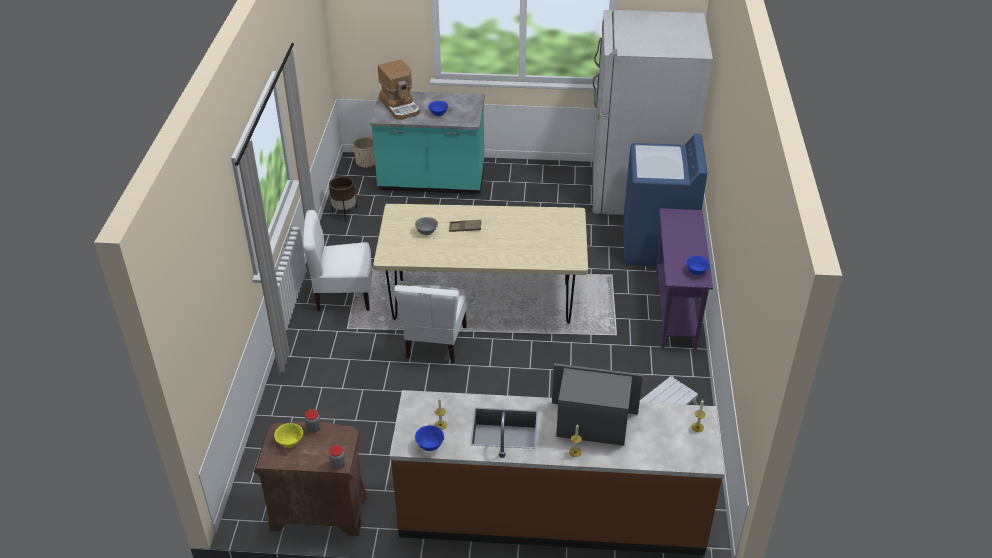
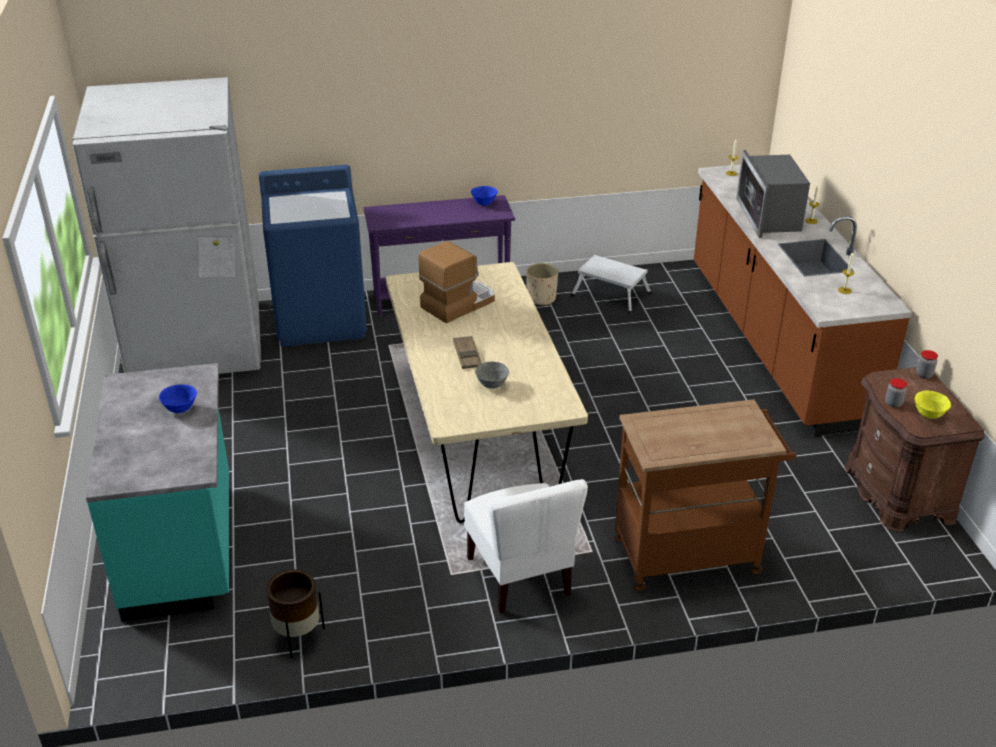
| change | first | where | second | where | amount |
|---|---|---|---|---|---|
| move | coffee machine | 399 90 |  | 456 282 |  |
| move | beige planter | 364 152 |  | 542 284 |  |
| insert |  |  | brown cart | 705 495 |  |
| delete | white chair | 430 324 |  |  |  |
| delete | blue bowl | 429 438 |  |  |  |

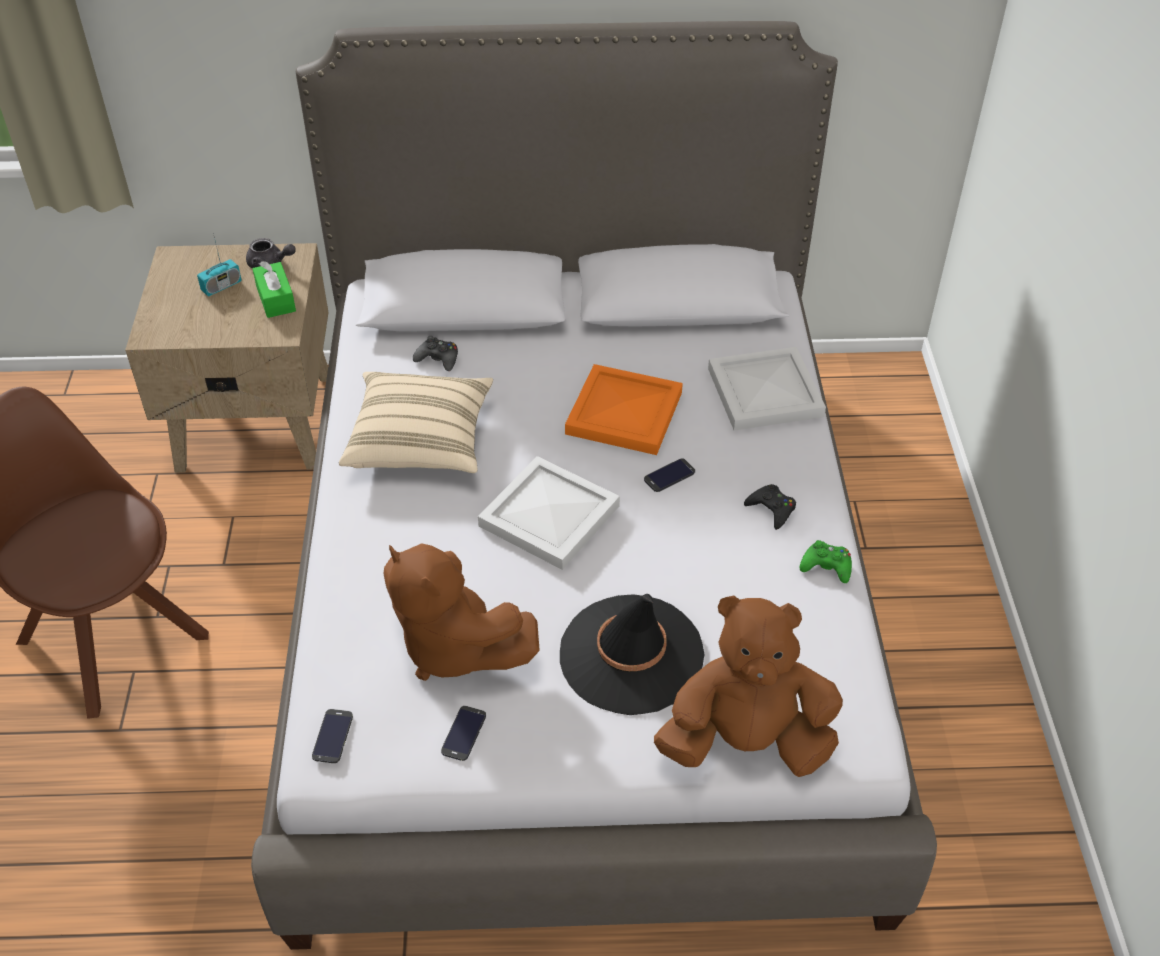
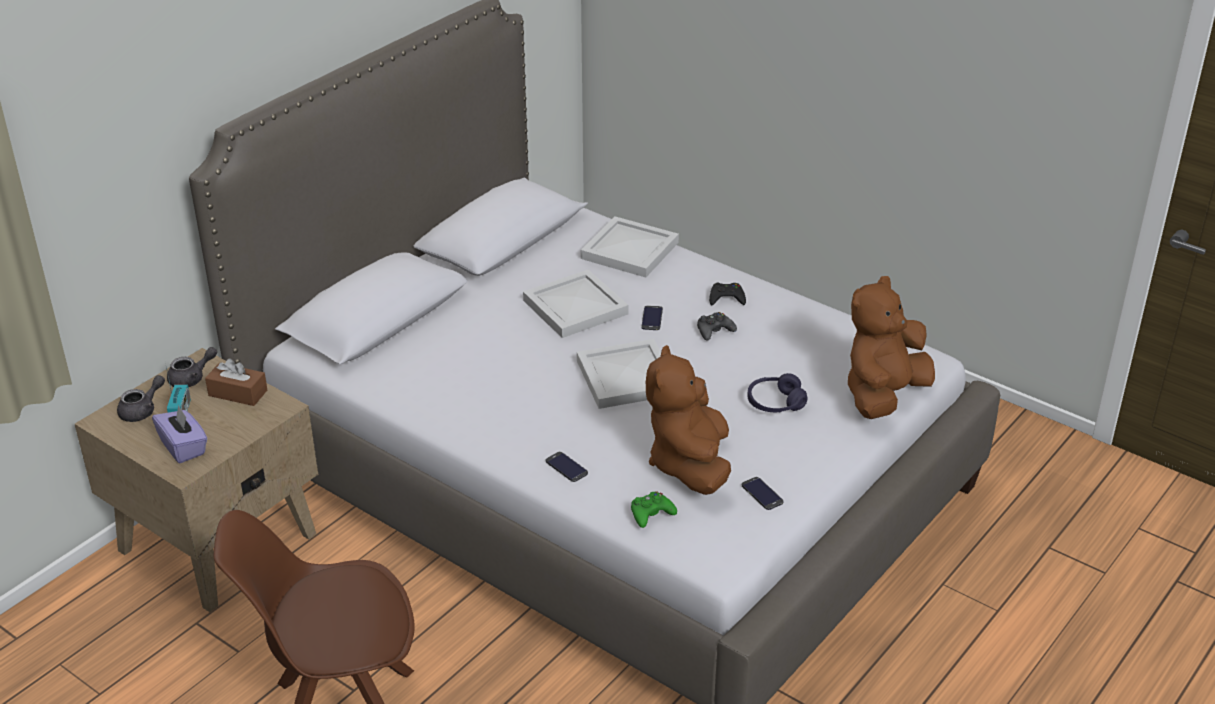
| change | first | where | second | where | amount |
|---|---|---|---|---|---|
| insert |  |  | grey teapot | 141 398 |  |
| insert |  |  | purple tissue box | 179 434 |  |
| recolor | green tissue box | 274 289 | brown tissue box | 236 382 |  |
| recolor | orange tray | 624 409 | white tray | 575 304 |  |
| move | phone | 332 736 |  | 567 467 |  |
| move | green game controller | 826 561 |  | 654 509 |  |
| rotate | brown plush toy | 462 612 |  | 688 420 | 105 degrees clockwise |
| move | black game controller | 435 353 |  | 717 326 |  |
| replace | black hat | 632 654 | purple headphones | 778 393 |  |
| delete | beige pillow | 416 422 |  |  |  |

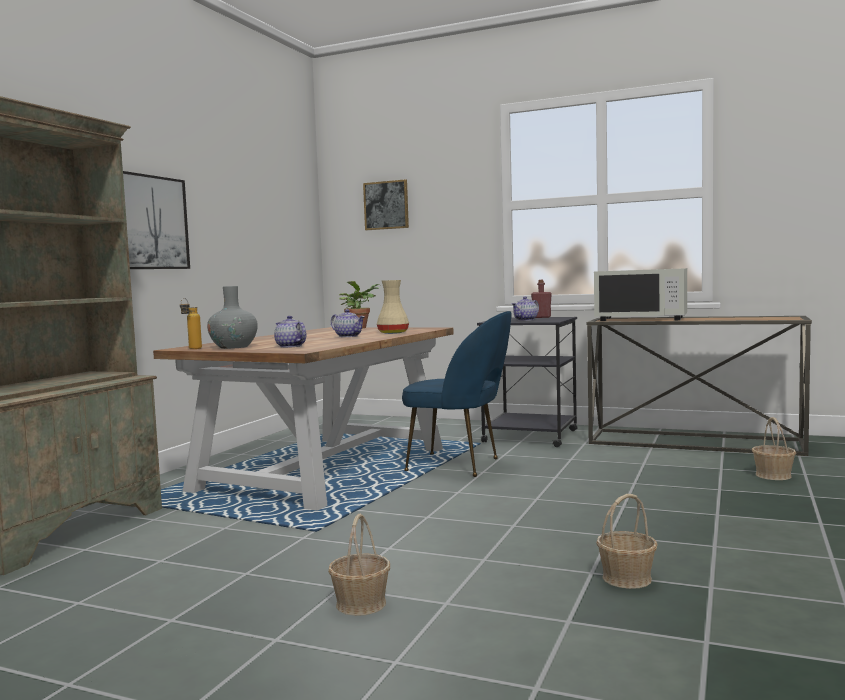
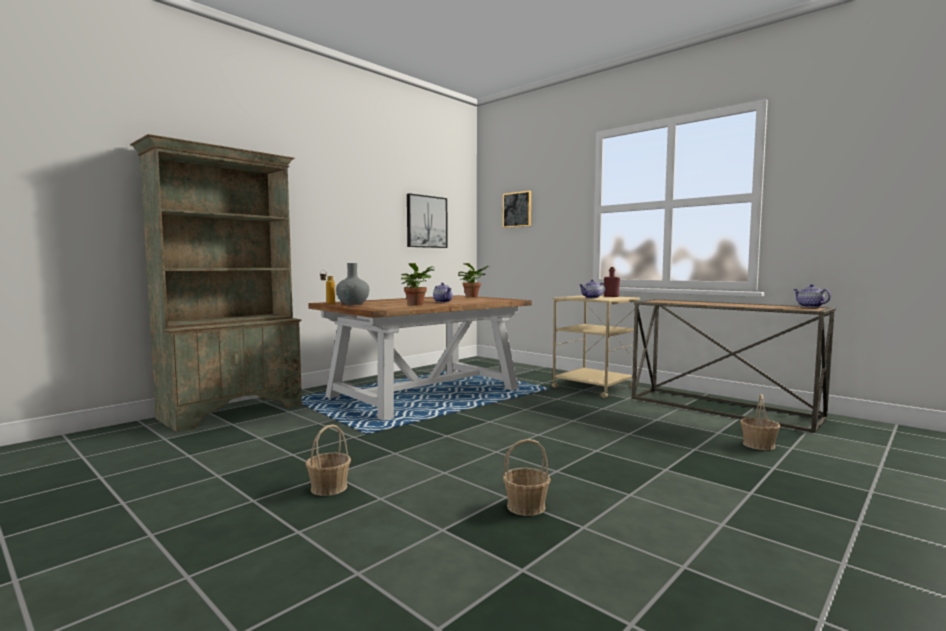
| change | first | where | second | where | amount |
|---|---|---|---|---|---|
| insert |  |  | potted plant | 418 284 |  |
| move | picture | 156 220 |  | 427 220 |  |
| recolor | black cart | 527 382 | beige cart | 596 346 |  |
| move | teapot | 290 332 |  | 812 295 |  |
| delete | beige vase | 393 307 |  |  |  |
| delete | blue chair | 457 394 |  |  |  |
| delete | white microwave | 640 294 |  |  |  |

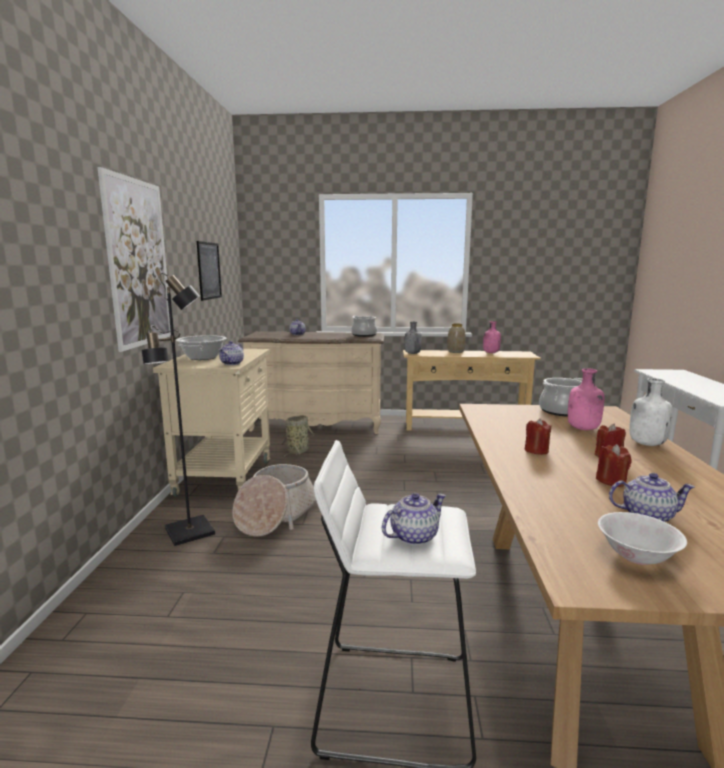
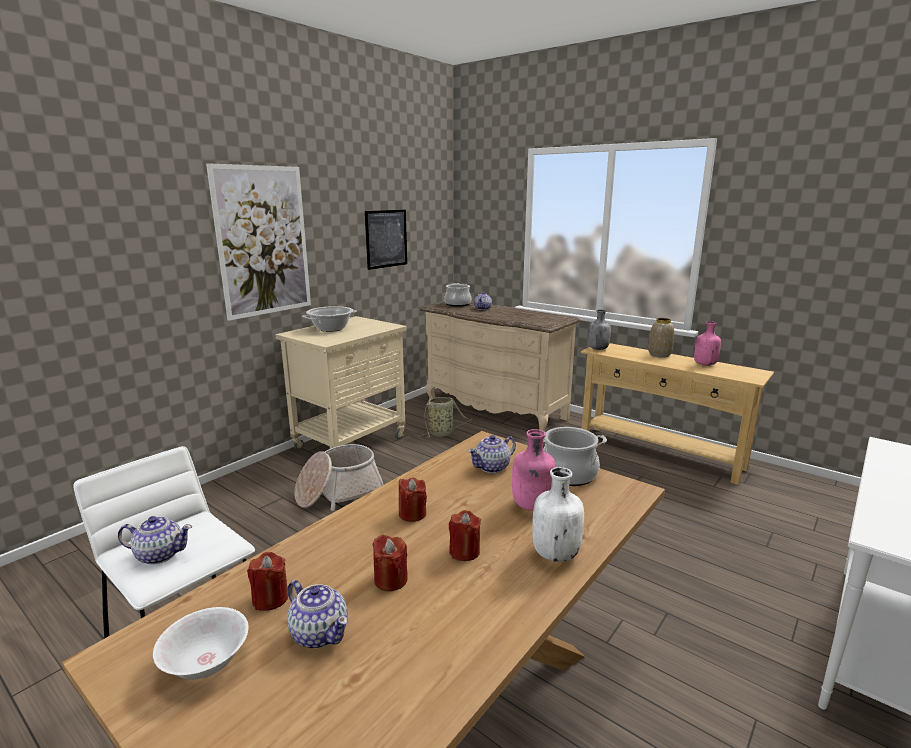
| change | first | where | second | where | amount |
|---|---|---|---|---|---|
| insert |  |  | red candle | 267 581 |  |
| move | cooking pot | 364 326 |  | 457 295 |  |
| move | teapot | 231 353 |  | 492 454 |  |
| delete | black floor lamp | 178 409 |  |  |  |

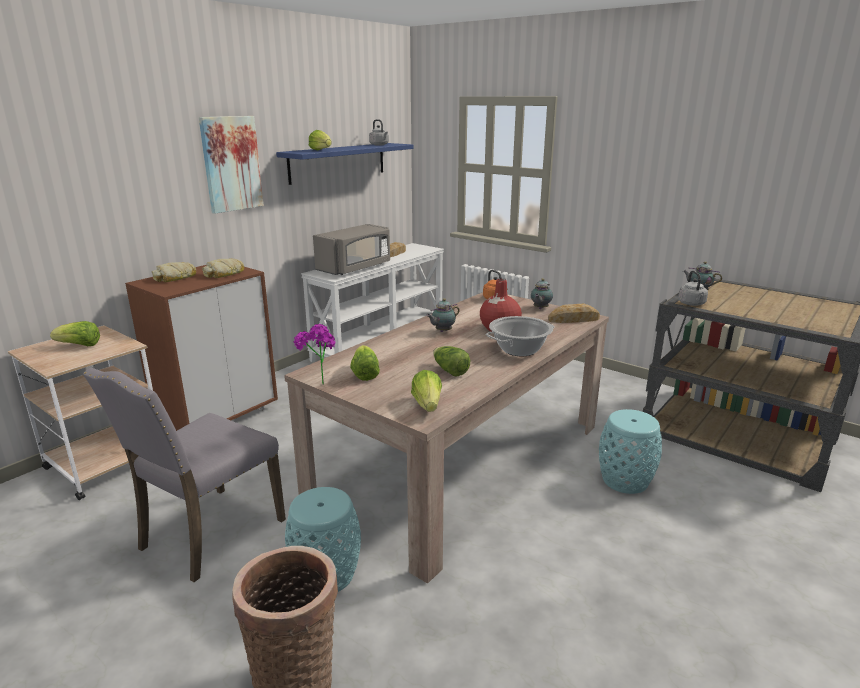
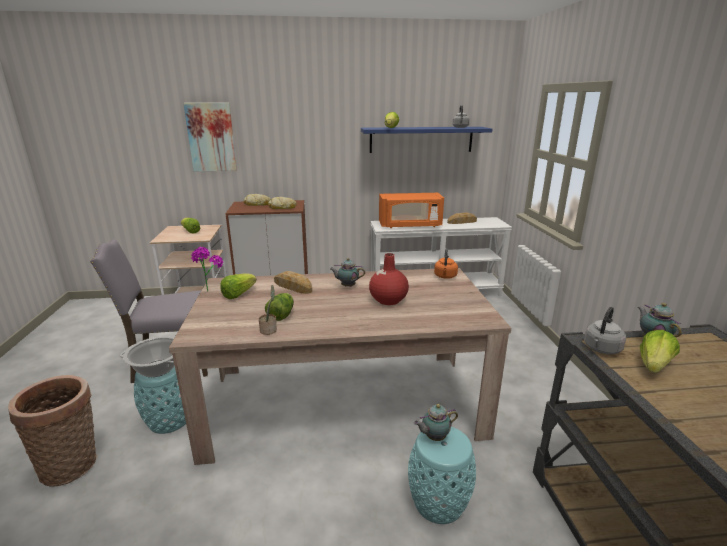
| change | first | where | second | where | amount |
|---|---|---|---|---|---|
| move | cooking pot | 520 336 |  | 147 356 |  |
| move | picture | 231 165 |  | 210 137 |  |
| insert |  |  | potted plant | 268 310 |  |
| move | bread | 574 313 |  | 293 282 |  |
| recolor | grey microwave | 351 249 | orange microwave | 411 210 |  |
| move | teapot | 542 293 |  | 436 422 |  |
| move | lettuce | 426 391 |  | 660 351 |  |

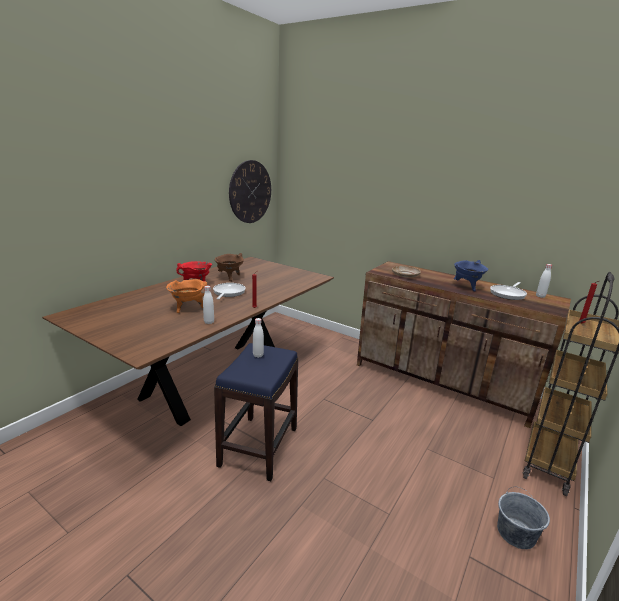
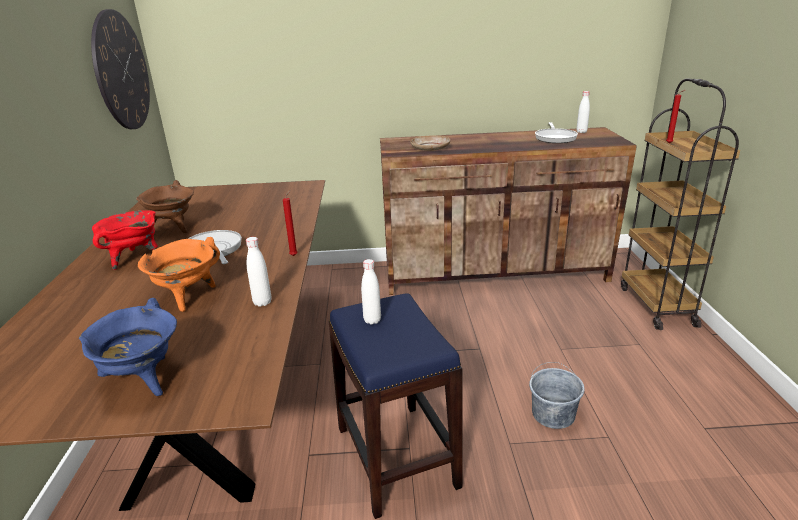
| change | first | where | second | where | amount |
|---|---|---|---|---|---|
| move | blue cooking pot | 471 275 |  | 128 347 |  |
| move | grey bucket | 523 518 |  | 557 395 |  |

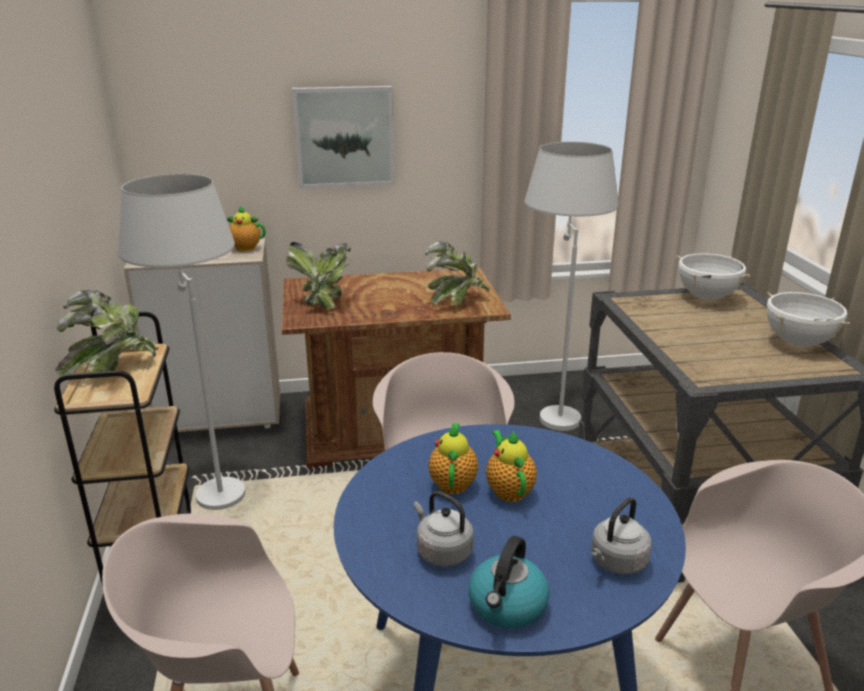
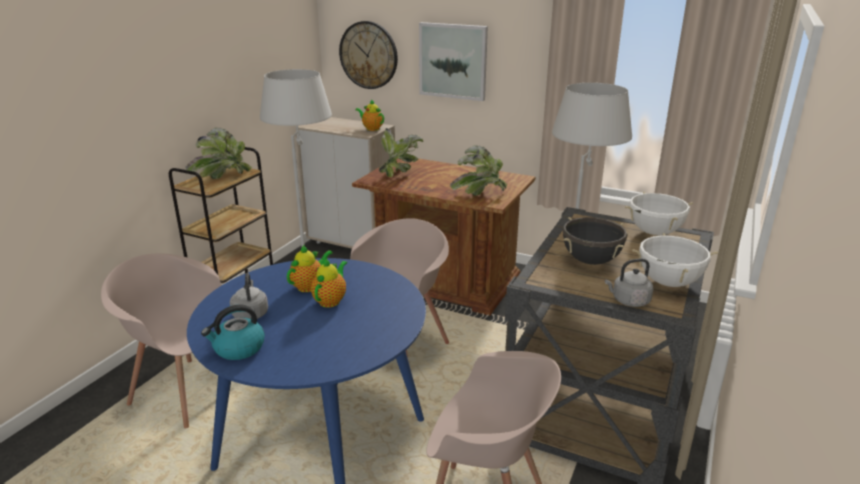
| change | first | where | second | where | amount |
|---|---|---|---|---|---|
| insert |  |  | wall clock | 368 55 |  |
| insert |  |  | black cooking pot | 595 241 |  |
| move | grey kettle | 621 535 |  | 629 283 |  |

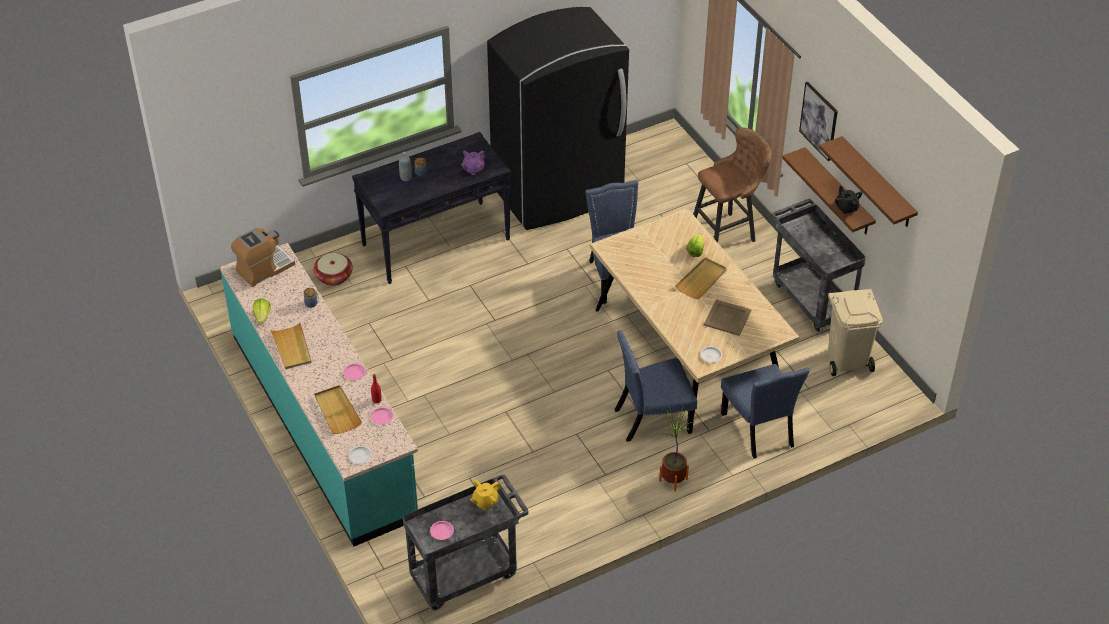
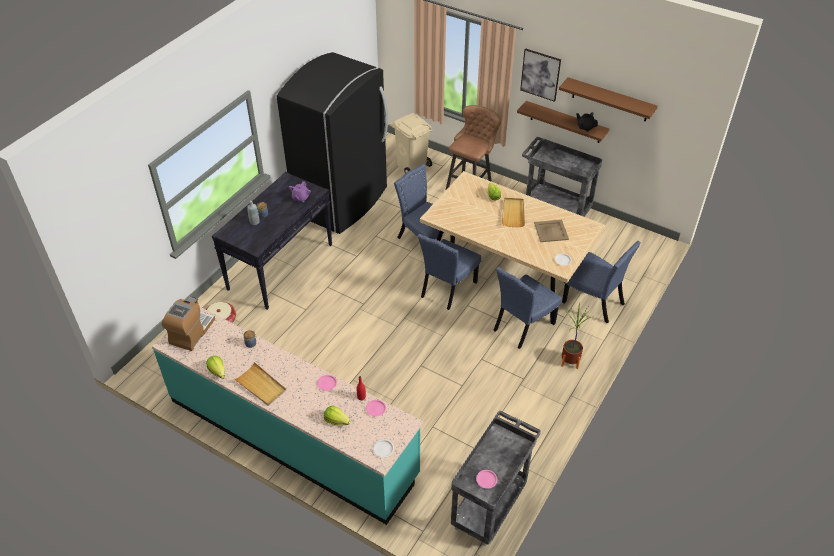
| change | first | where | second | where | amount |
|---|---|---|---|---|---|
| replace | beige tray | 338 409 | lettuce | 337 415 |  |
| move | beige trash can | 855 332 |  | 411 143 |  |
| insert |  |  | blue chair | 449 272 |  |
| delete | yellow teapot | 485 495 |  |  |  |

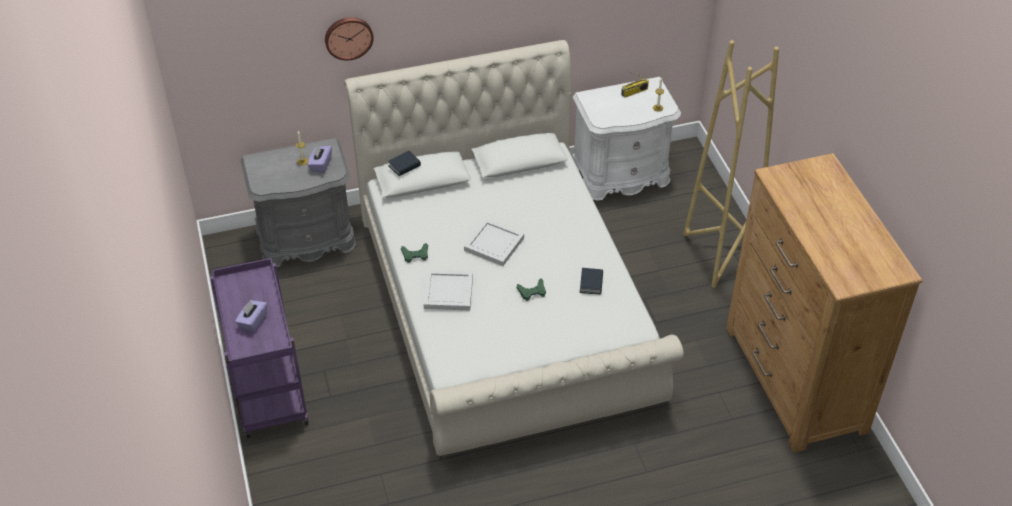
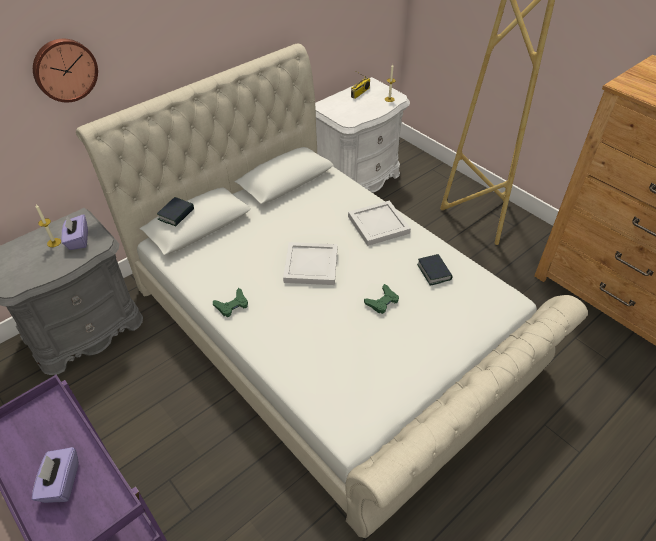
| change | first | where | second | where | amount |
|---|---|---|---|---|---|
| move | white tray | 448 290 |  | 379 223 |  |

